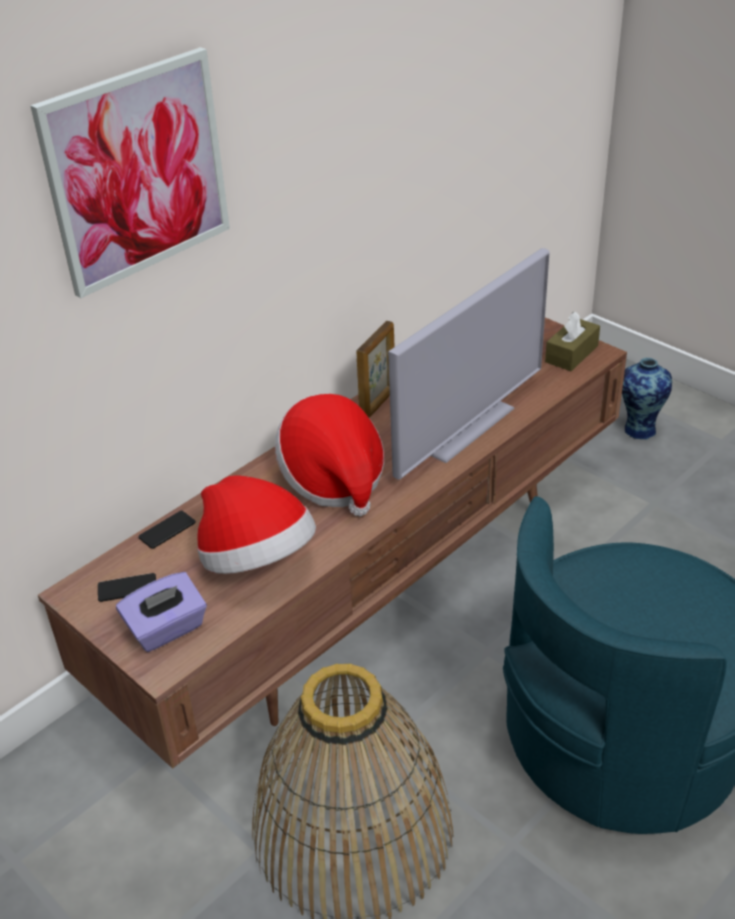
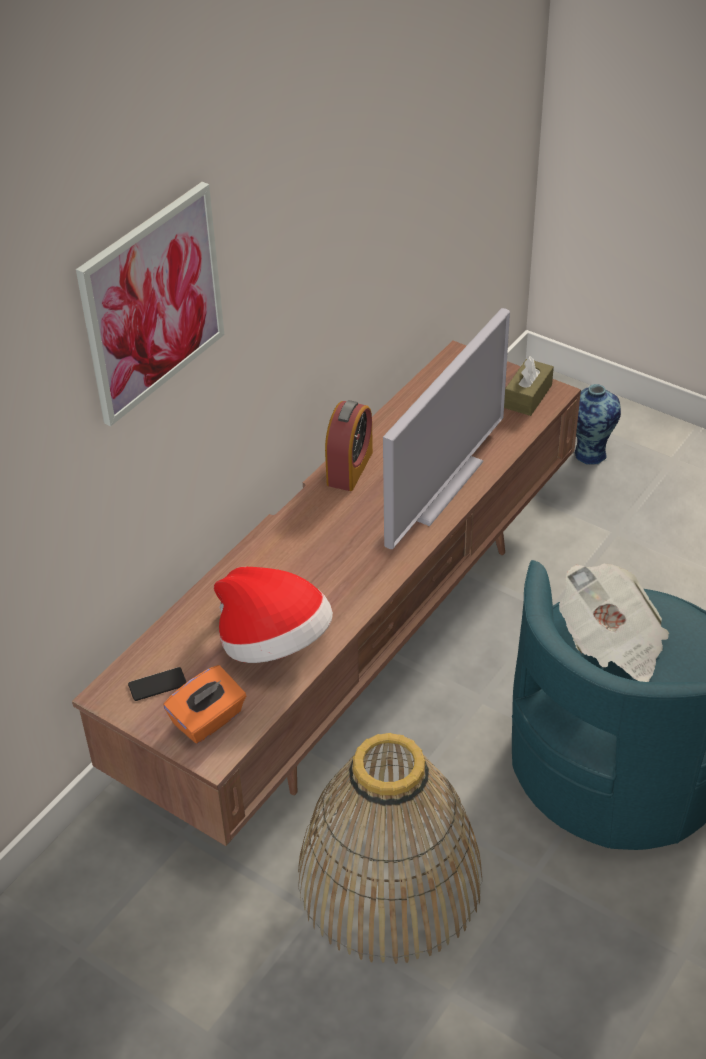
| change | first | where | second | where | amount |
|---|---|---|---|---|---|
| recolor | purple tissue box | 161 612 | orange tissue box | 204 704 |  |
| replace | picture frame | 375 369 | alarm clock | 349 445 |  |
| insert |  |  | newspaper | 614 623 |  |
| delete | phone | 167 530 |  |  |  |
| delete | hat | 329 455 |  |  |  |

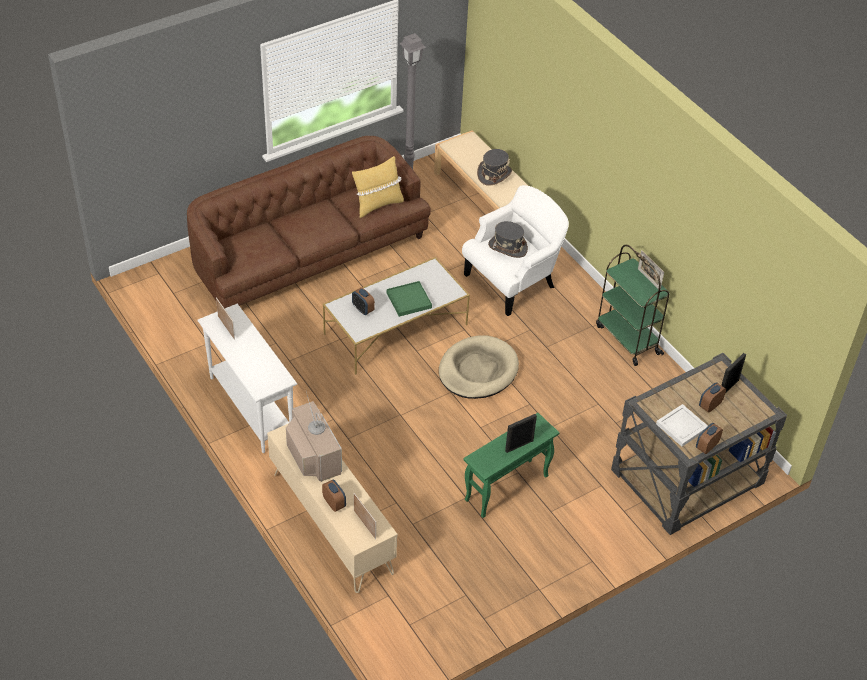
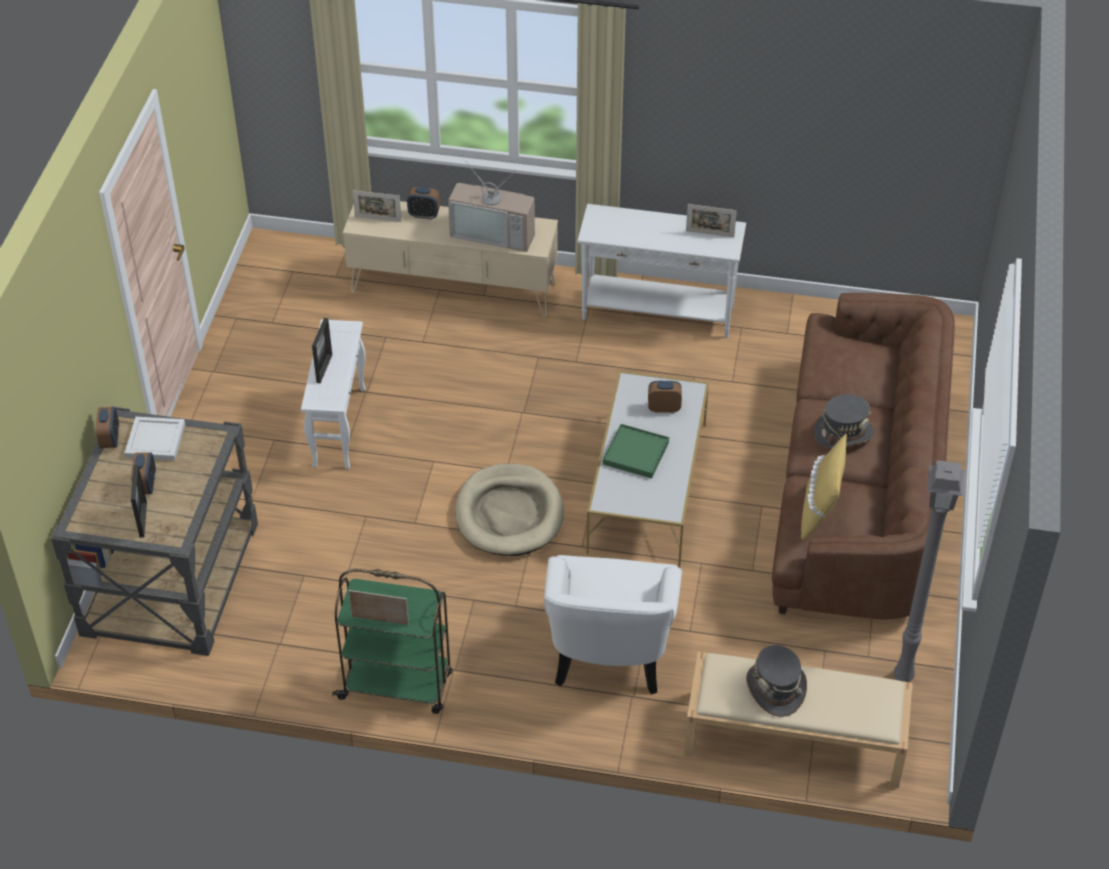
| change | first | where | second | where | amount |
|---|---|---|---|---|---|
| recolor | green side table | 511 465 | white side table | 333 394 |  |
| move | grey hat | 508 239 |  | 843 421 |  |

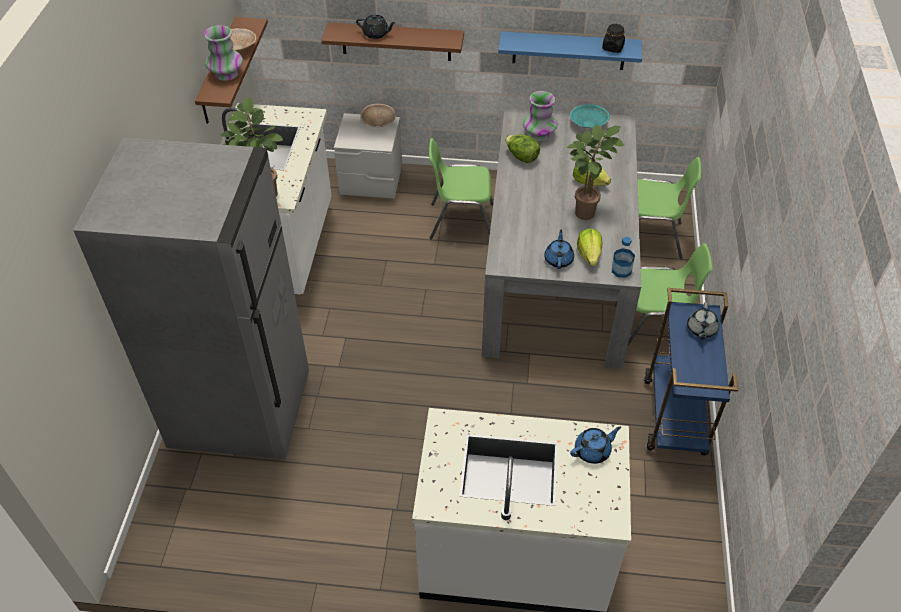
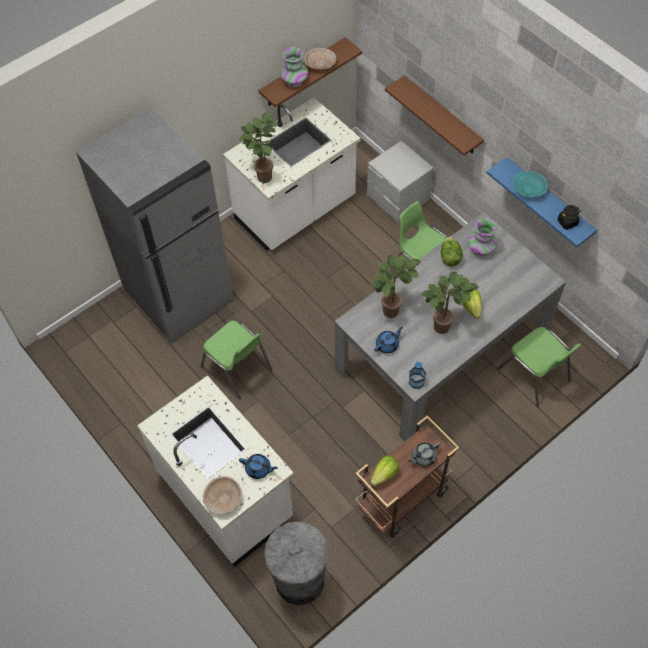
| change | first | where | second | where | amount |
|---|---|---|---|---|---|
| move | green chair | 663 294 |  | 237 360 |  |
| move | beige bowl | 378 115 |  | 222 495 |  |
| insert |  |  | grey trash can | 296 563 |  |
| recolor | blue cart | 690 371 | brown cart | 407 476 |  |
| move | lettuce | 589 247 |  | 384 471 |  |
| insert |  |  | potted plant | 396 286 |  |
| move | turquoise bowl | 590 116 |  | 530 184 |  |
| delete | black teapot | 376 27 |  |  |  |

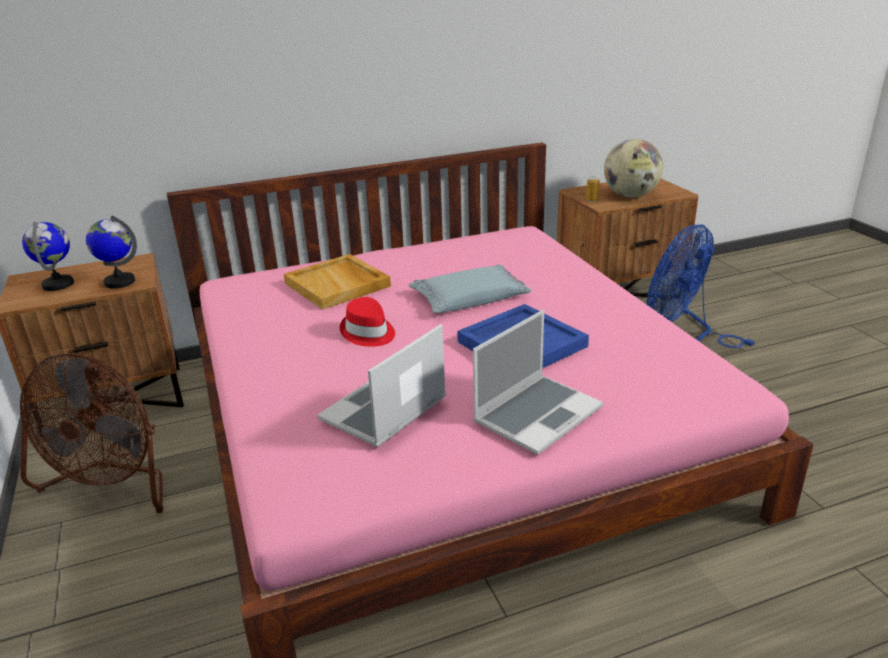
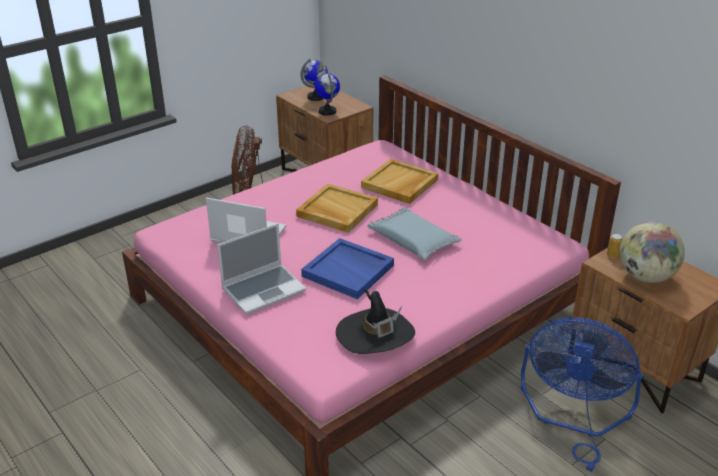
| change | first | where | second | where | amount |
|---|---|---|---|---|---|
| rotate | laptop | 538 382 |  | 261 268 | 60 degrees counterclockwise |
| replace | red hat | 367 322 | beige tray | 337 208 |  |
| insert |  |  | black hat | 375 321 |  |

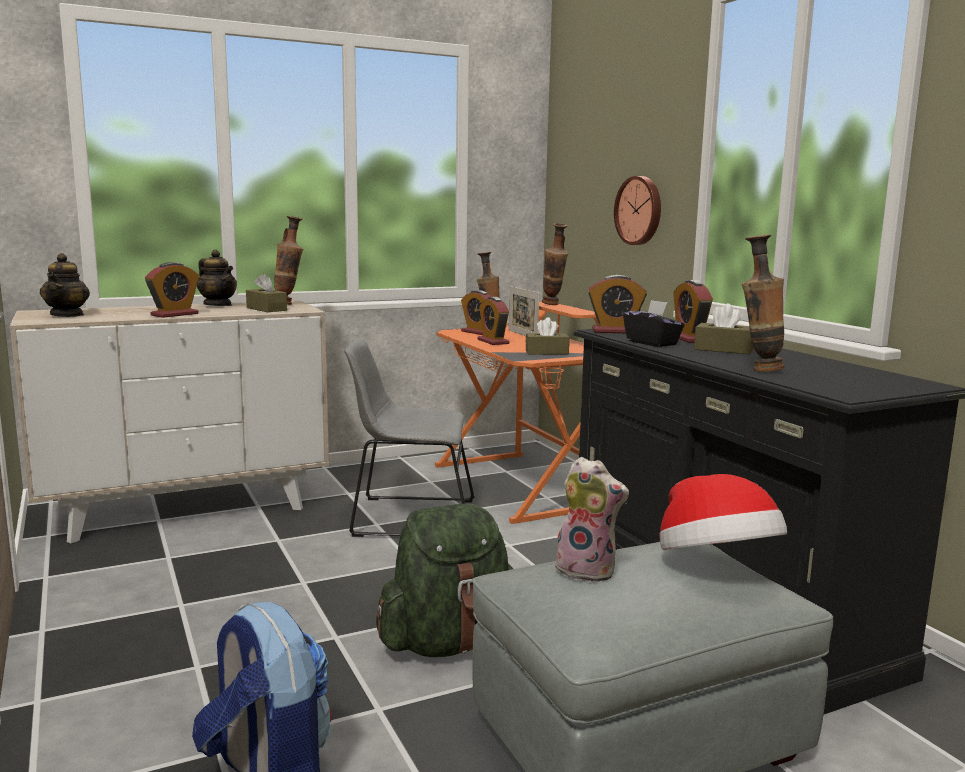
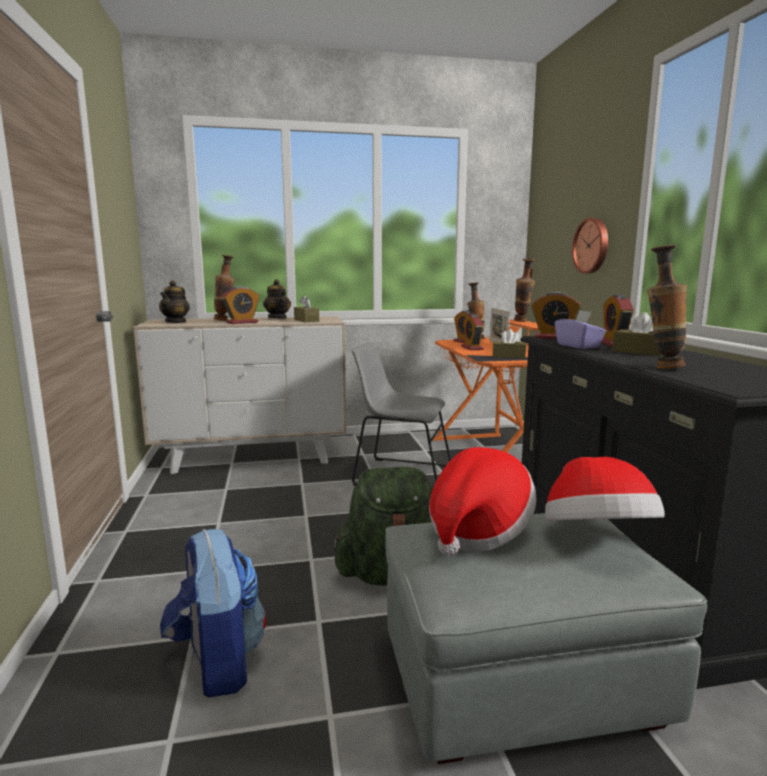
| change | first | where | second | where | amount |
|---|---|---|---|---|---|
| move | vase | 288 260 |  | 224 288 |  |
| replace | plush toy | 592 520 | hat | 483 501 |  |
| recolor | black tissue box | 654 323 | purple tissue box | 580 329 |  |

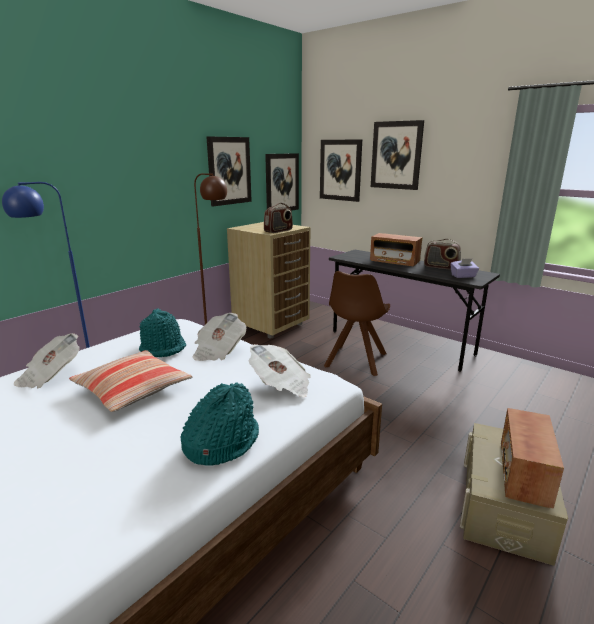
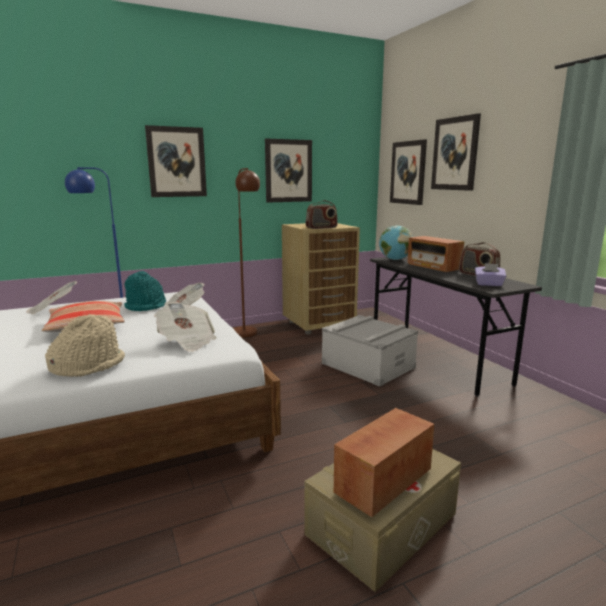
| change | first | where | second | where | amount |
|---|---|---|---|---|---|
| recolor | turquoise hat | 220 424 | beige hat | 85 345 |  |
| move | picture | 282 182 |  | 176 161 |  |
| replace | brown chair | 357 323 | grey storage box | 370 351 |  |
| insert |  |  | globe | 396 243 |  |

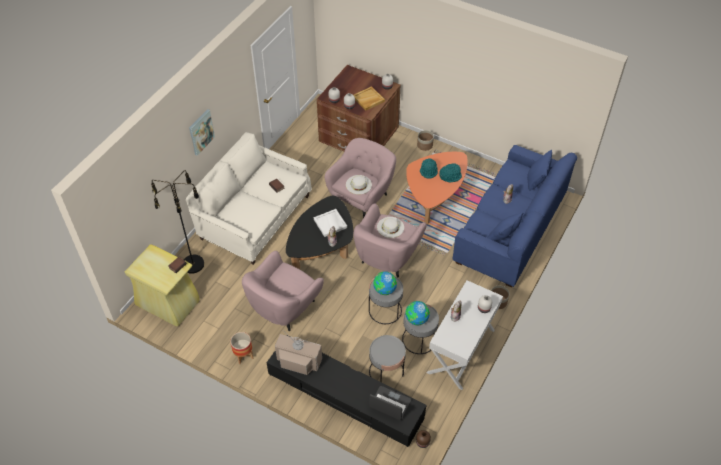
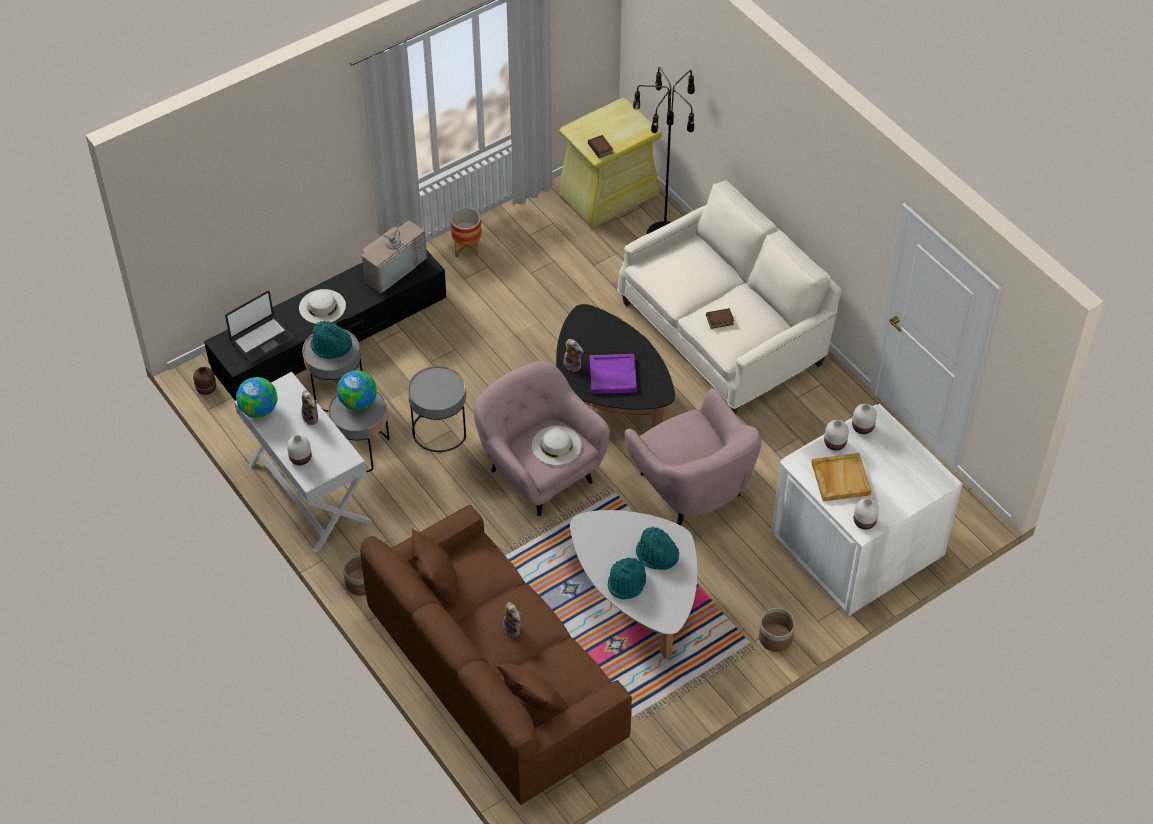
| change | first | where | second | where | amount |
|---|---|---|---|---|---|
| move | globe | 385 283 |  | 256 397 |  |
| move | white hat | 359 184 |  | 322 306 |  |
| insert |  |  | turquoise hat | 331 340 |  |
| recolor | blue sofa | 515 216 | brown sofa | 496 655 |  |
| recolor | orange coffee table | 437 188 | white coffee table | 633 584 |  |
| recolor | white tray | 330 223 | purple tray | 613 374 |  |
| recolor | brown dresser | 359 108 | white dresser | 866 510 |  |
| delete | picture | 202 132 |  |  |  |
| delete | pink armchair | 283 291 |  |  |  |

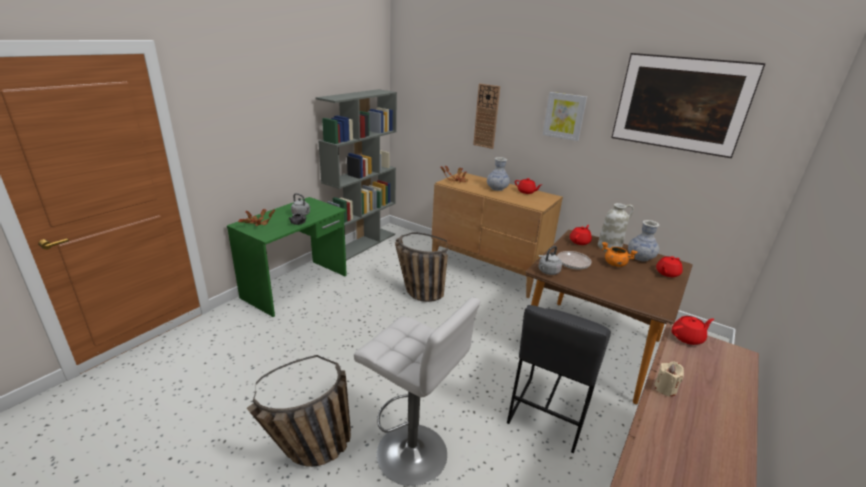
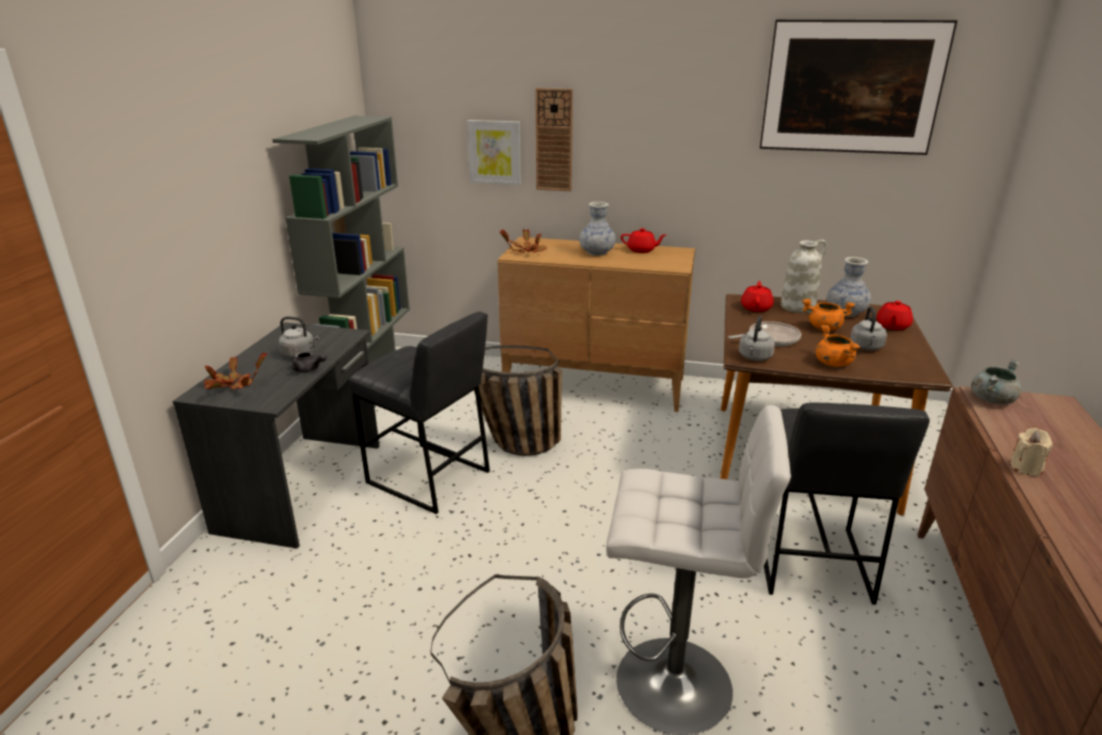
| change | first | where | second | where | amount |
|---|---|---|---|---|---|
| recolor | green desk | 287 257 | grey desk | 275 435 |  |
| insert |  |  | grey stool | 419 412 |  |
| move | picture | 565 116 |  | 494 152 |  |
| insert |  |  | orange cooking pot | 838 346 |  |
| insert |  |  | grey kettle | 868 328 |  |
| replace | red teapot | 693 330 | grey cooking pot | 996 382 |  |

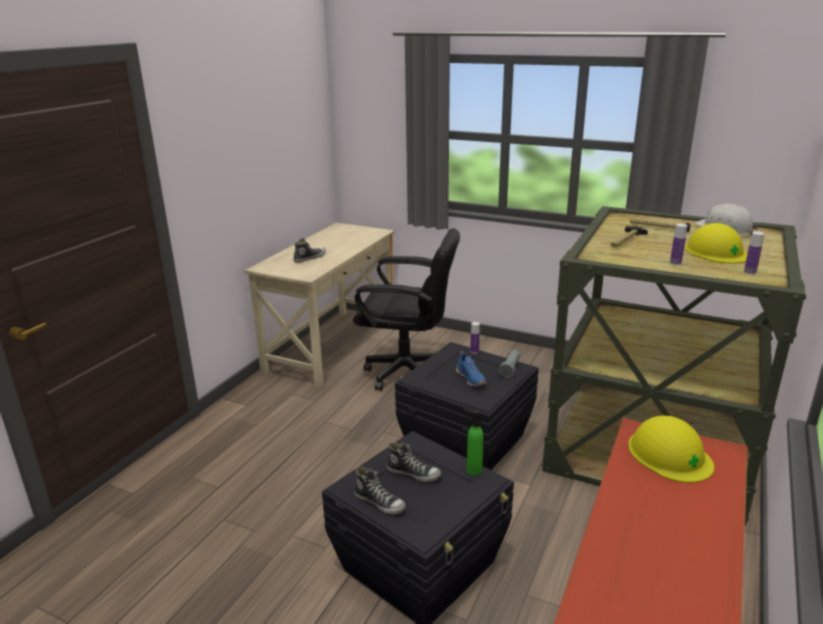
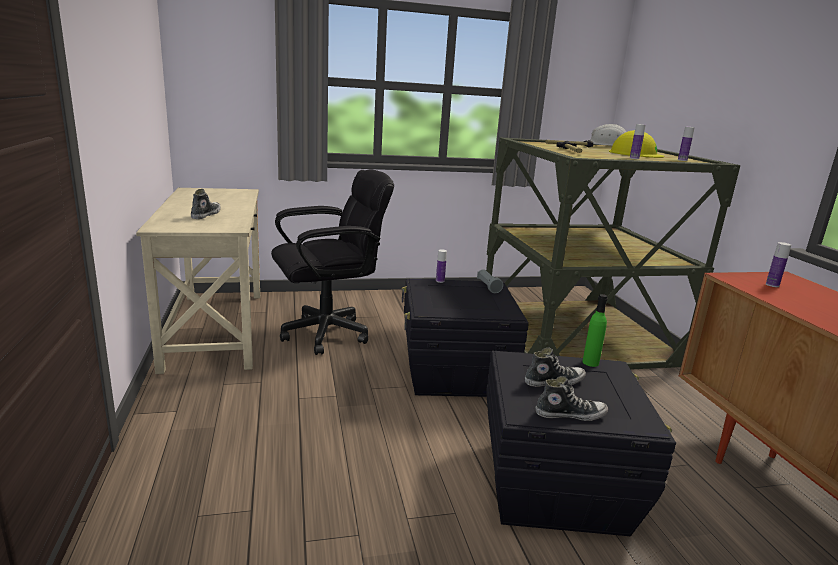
| change | first | where | second | where | amount |
|---|---|---|---|---|---|
| replace | yellow hard hat | 671 449 | bottle | 778 264 |  |
| delete | blue shoe | 471 369 |  |  |  |

